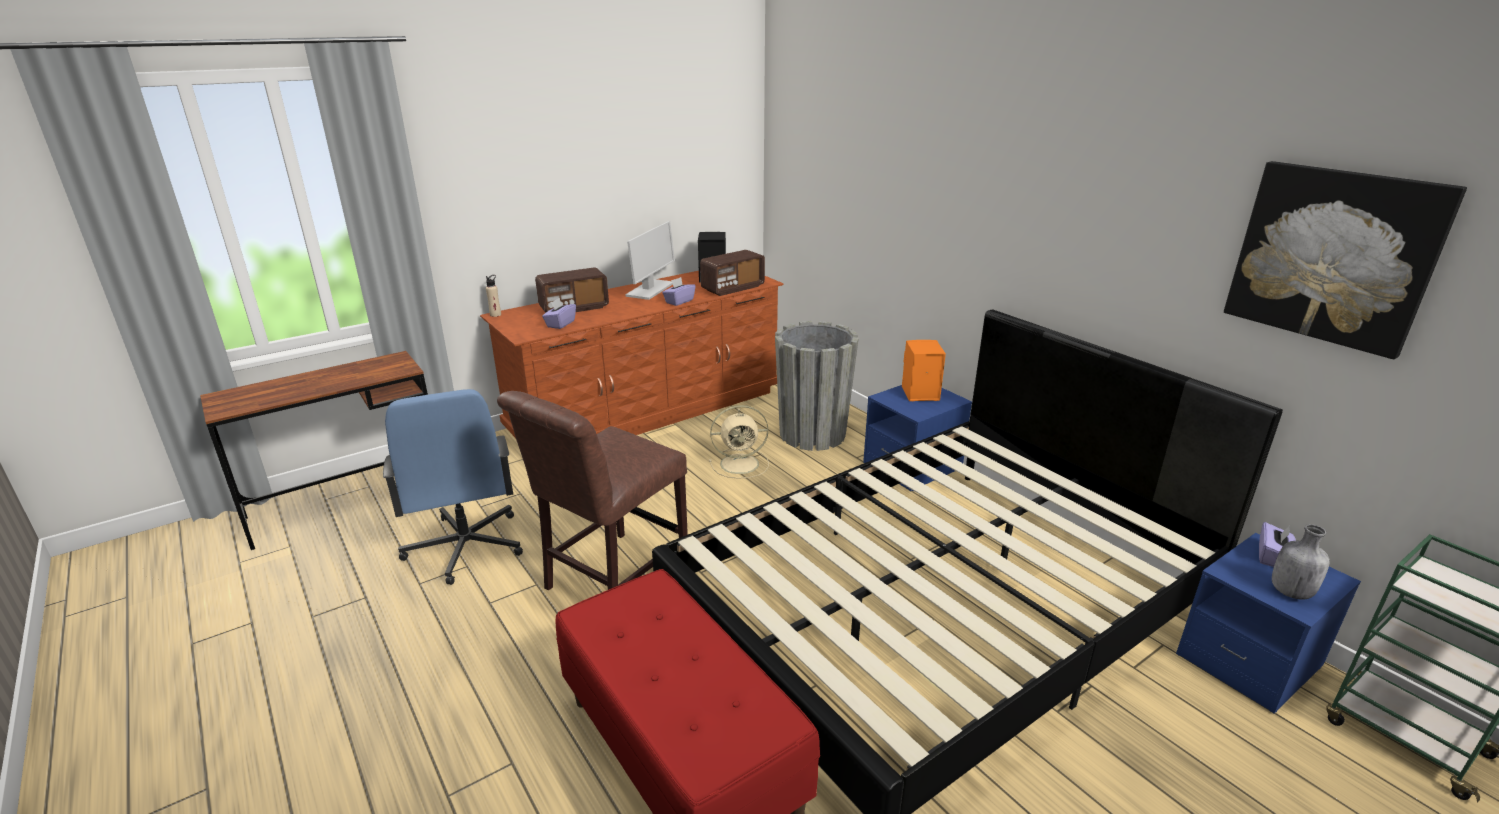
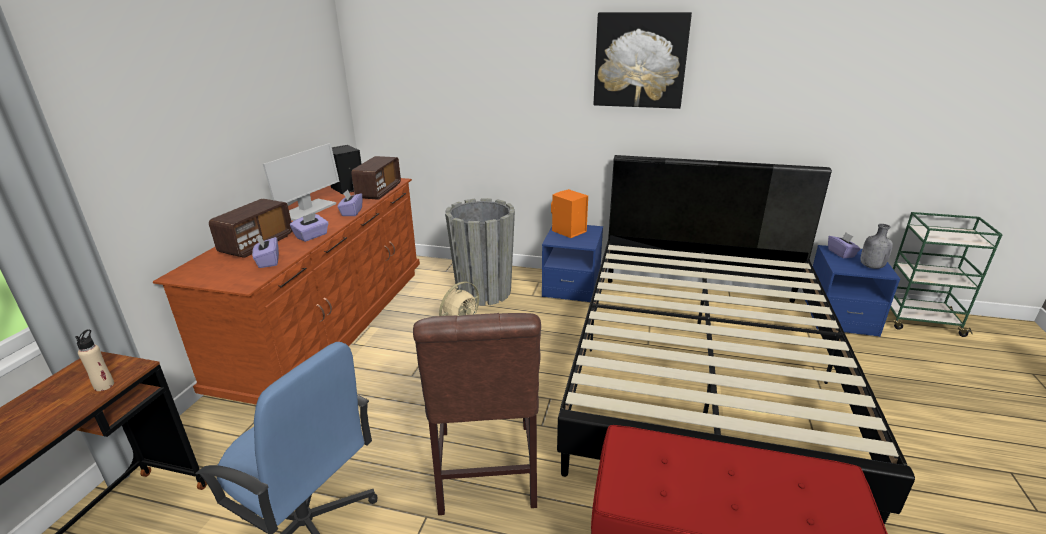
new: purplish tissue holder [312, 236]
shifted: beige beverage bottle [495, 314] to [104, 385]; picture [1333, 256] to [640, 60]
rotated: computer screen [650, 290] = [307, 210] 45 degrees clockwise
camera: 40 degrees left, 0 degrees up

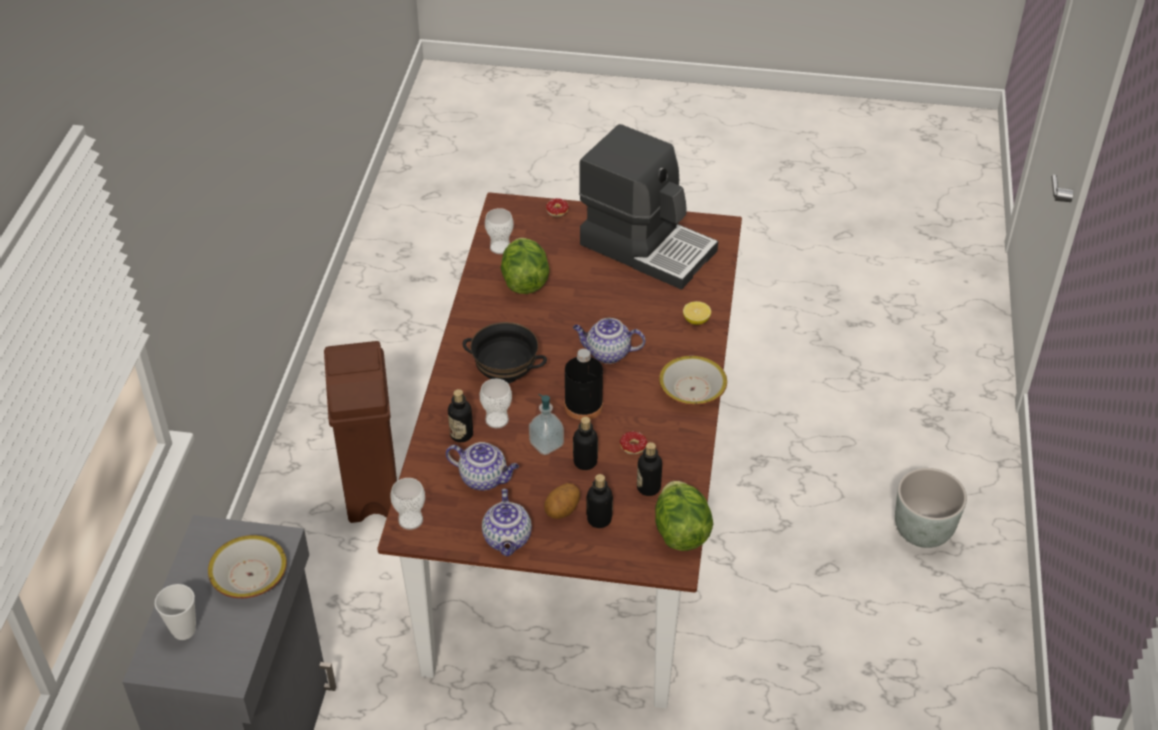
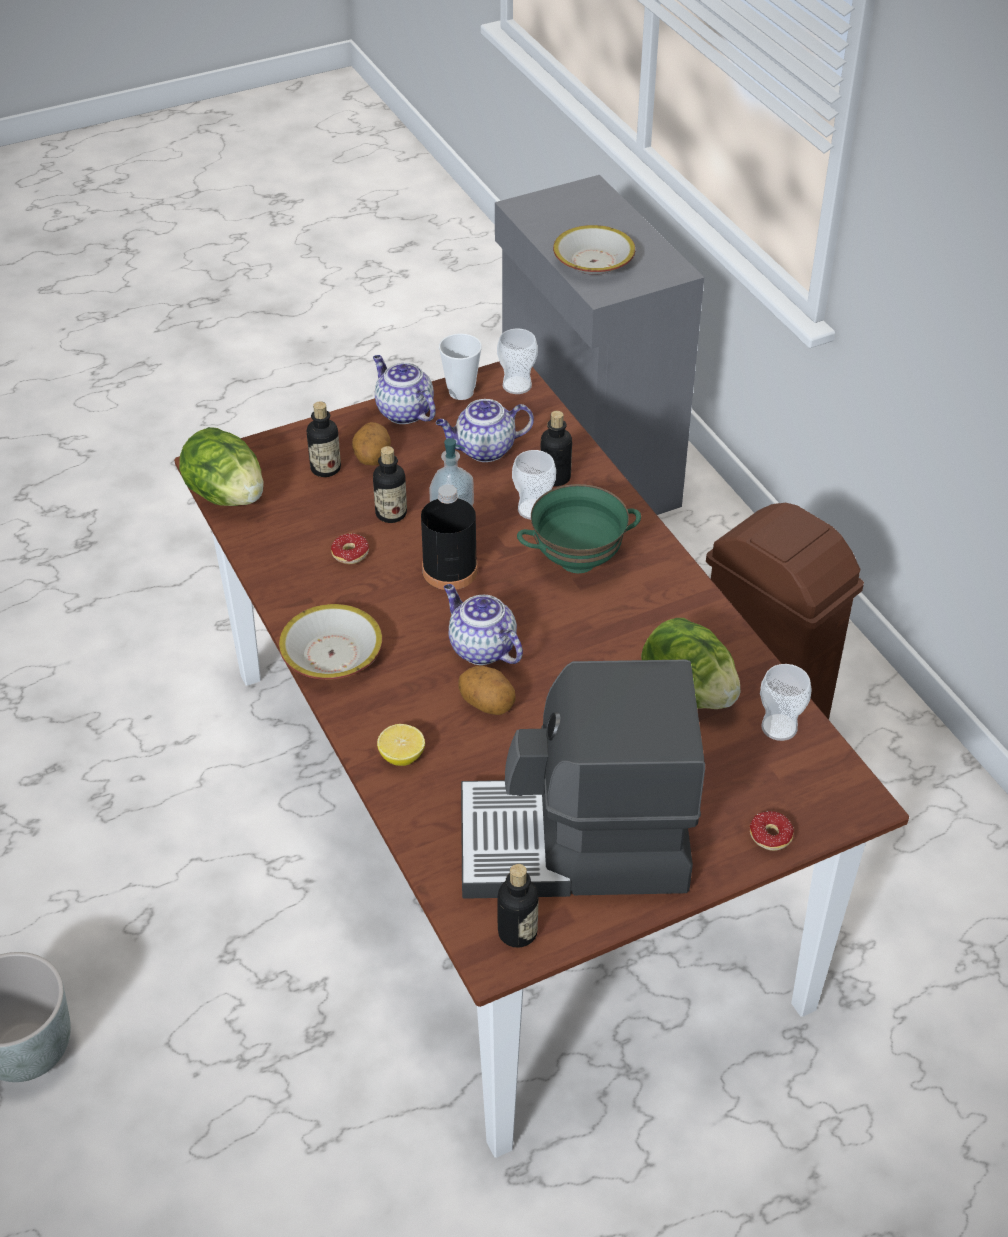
new: spud [487, 704]
shifted: small cup [184, 630] to [461, 392]; beverage bottle [648, 487] to [517, 932]
repainted: black deep dish [506, 374] to green-coloured deep dish [577, 562]
rotated: tea pot [607, 353] = [481, 648] 105 degrees counterclockwise
camera: 145 degrees right, 0 degrees up

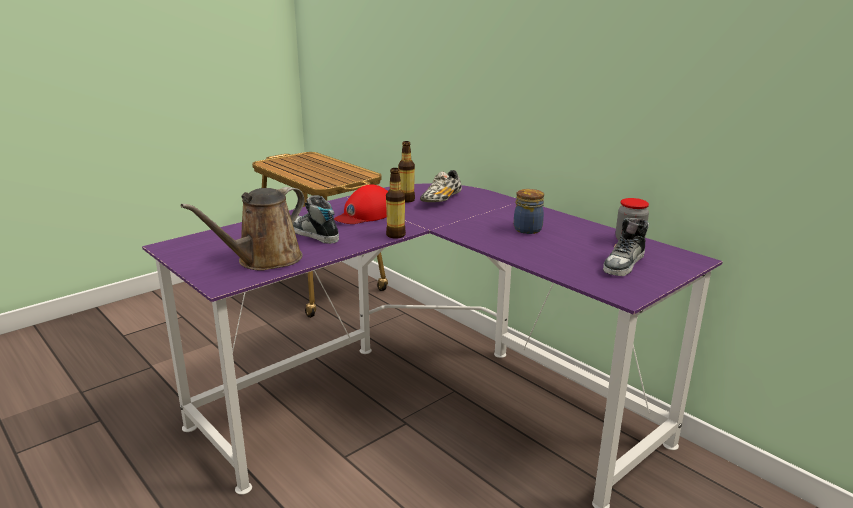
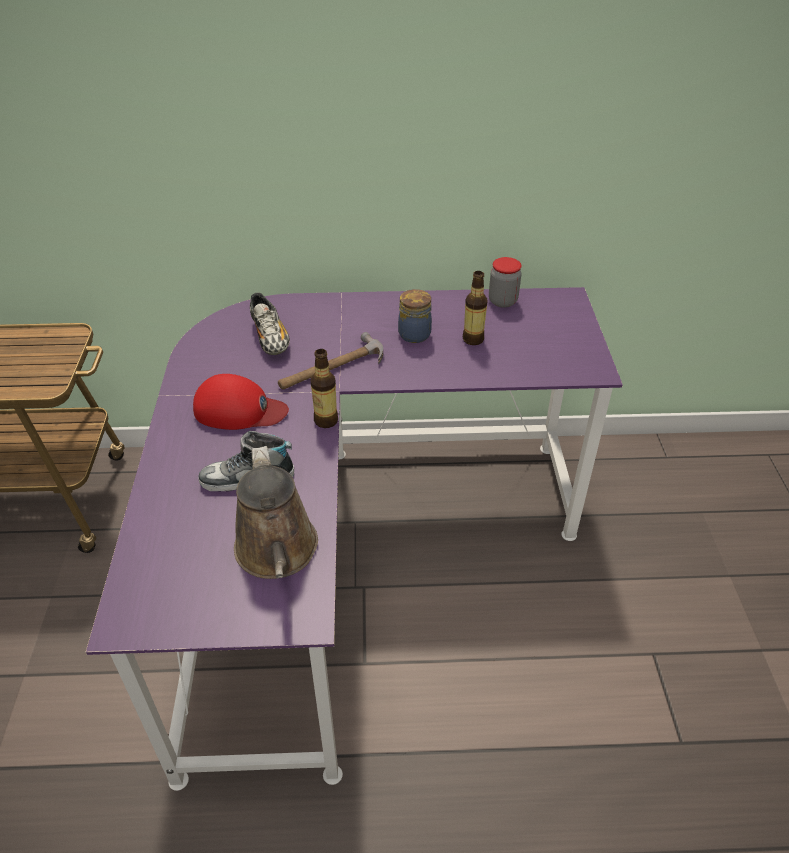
gone: low shoe [624, 264]
new: hand hammer [331, 368]
shifted: beverage bottle [406, 200] to [473, 339]
rotated: reddish cap [365, 214] = [239, 410] 75 degrees counterclockwise
camera: 50 degrees left, 20 degrees up

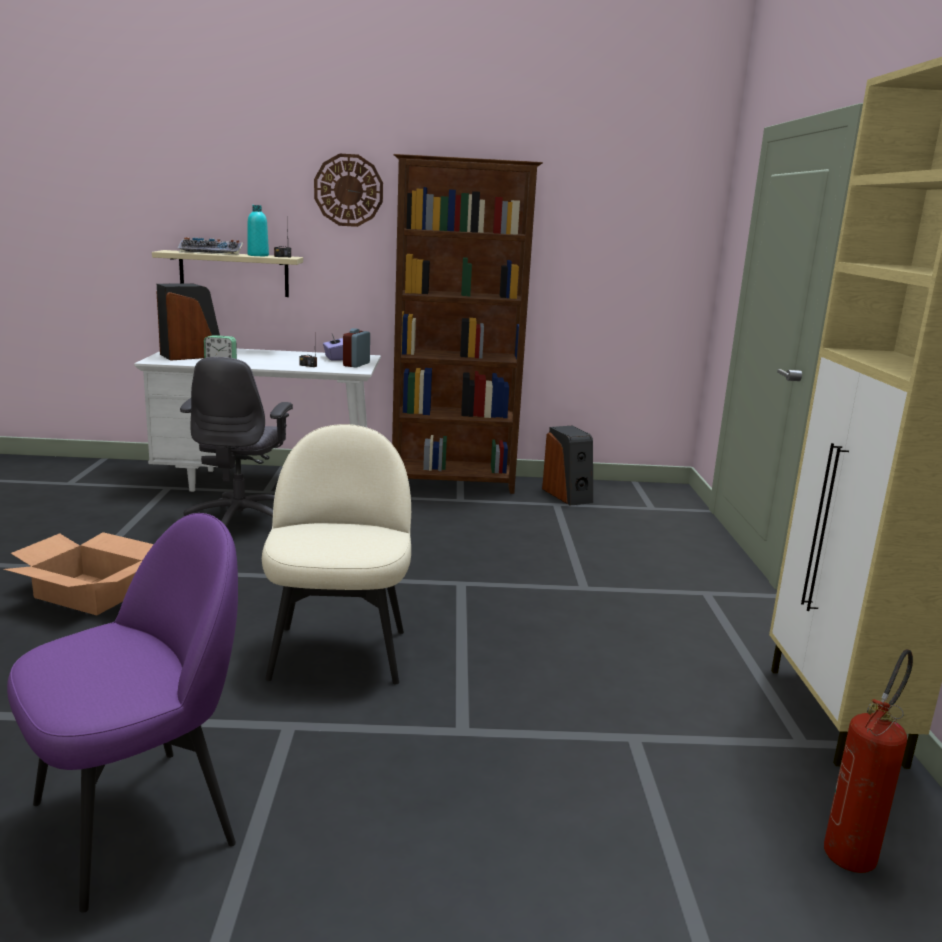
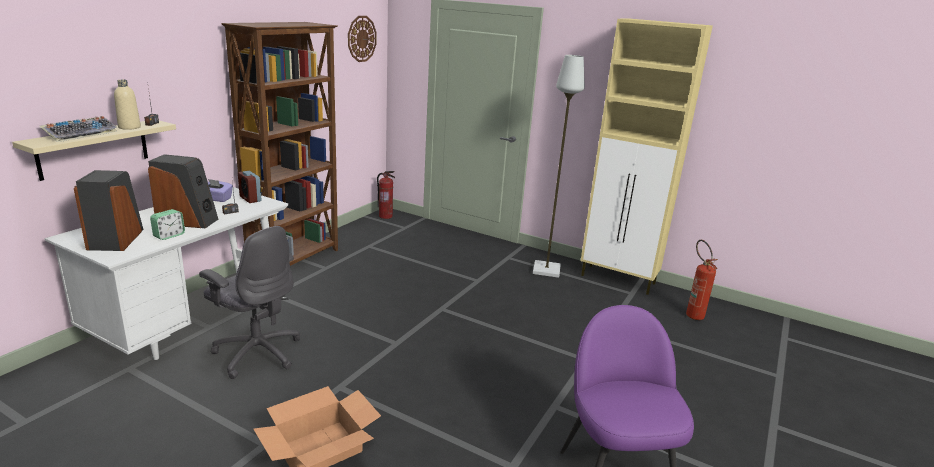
gone: beige upright chair [339, 652]
new: fire-fighting cylinder [385, 216]; grey standard lamp [545, 269]
shifted: clock on the wall [348, 190] to [361, 39]; speaker [568, 495] to [187, 221]
repainted: blue-green beverage bottle [258, 255] to beige beverage bottle [129, 127]
camera: 60 degrees left, 5 degrees up

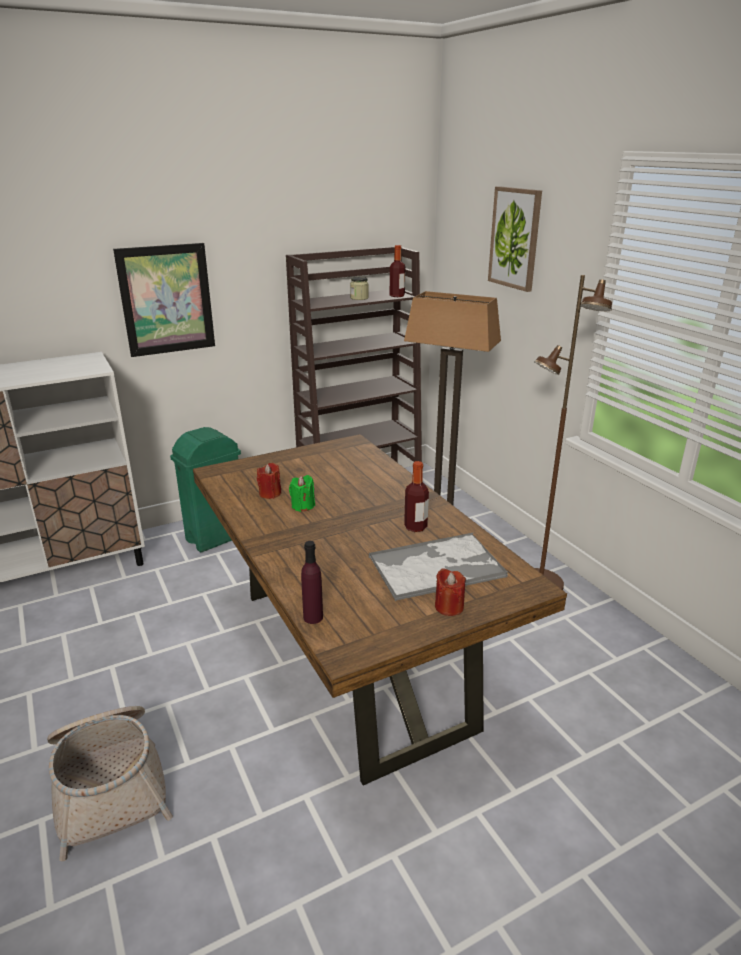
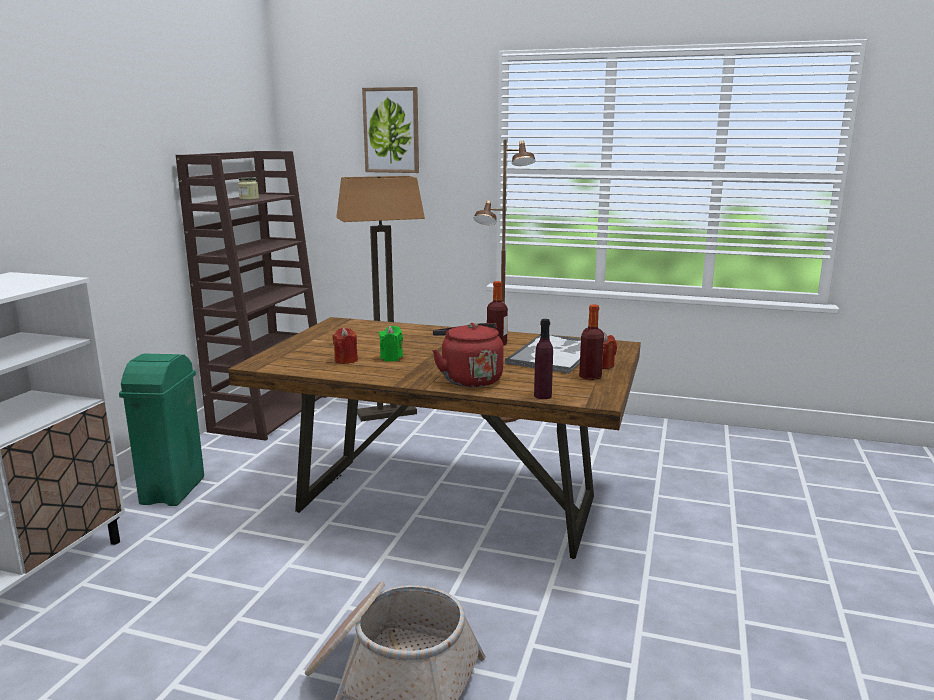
gone: picture [166, 300]
new: reddish kettle [469, 379]
shifted: beverage bottle [397, 296] to [590, 376]
camera: 45 degrees left, 10 degrees down

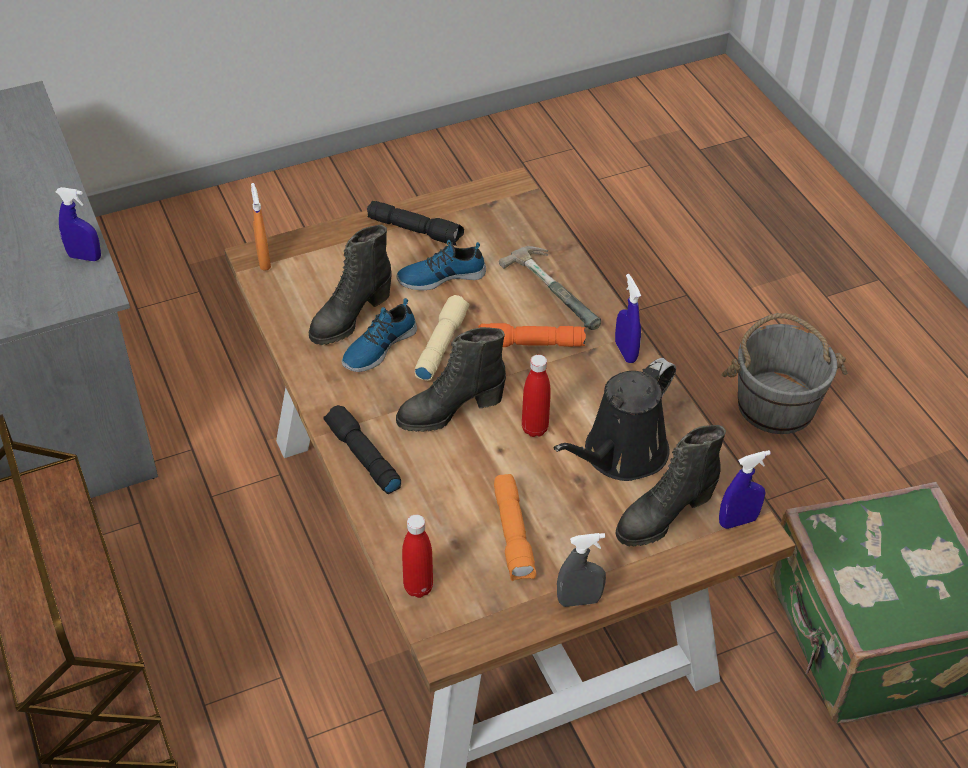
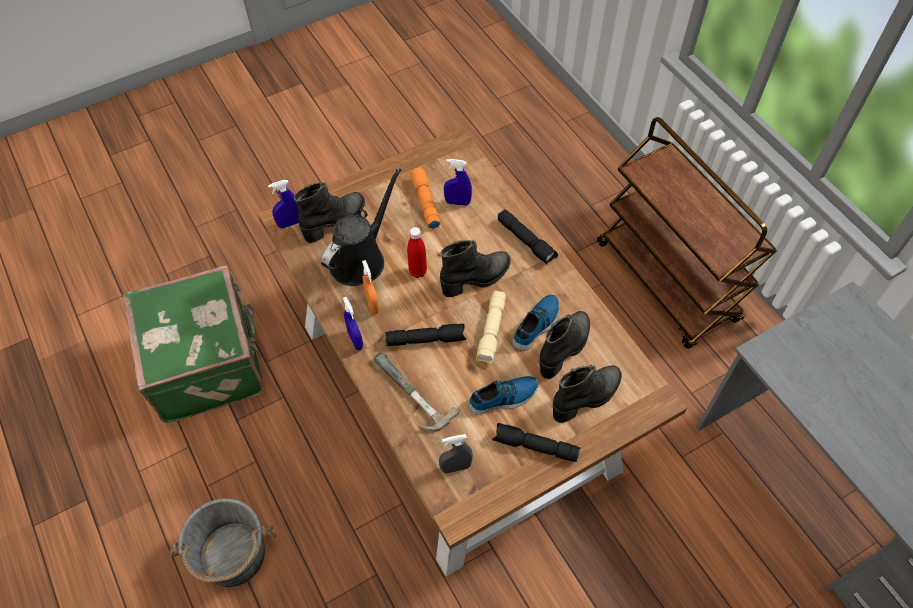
gone: reddish beverage bottle [418, 587]
new: black boot [587, 398]
shifted: bluish spray bottle [85, 257] to [457, 202]; orangey spray bottle [264, 260] to [372, 304]; grey spray bottle [579, 600] to [455, 467]
repainted: orangey flashlight [530, 344] to black flashlight [426, 339]
camera: 175 degrees right, 10 degrees up

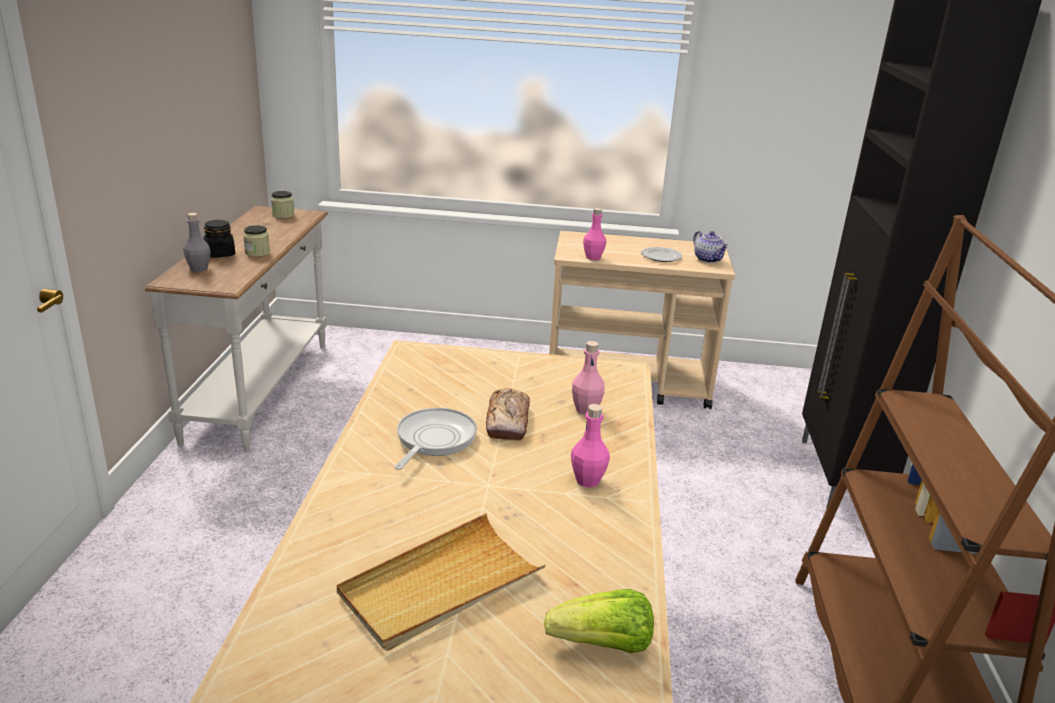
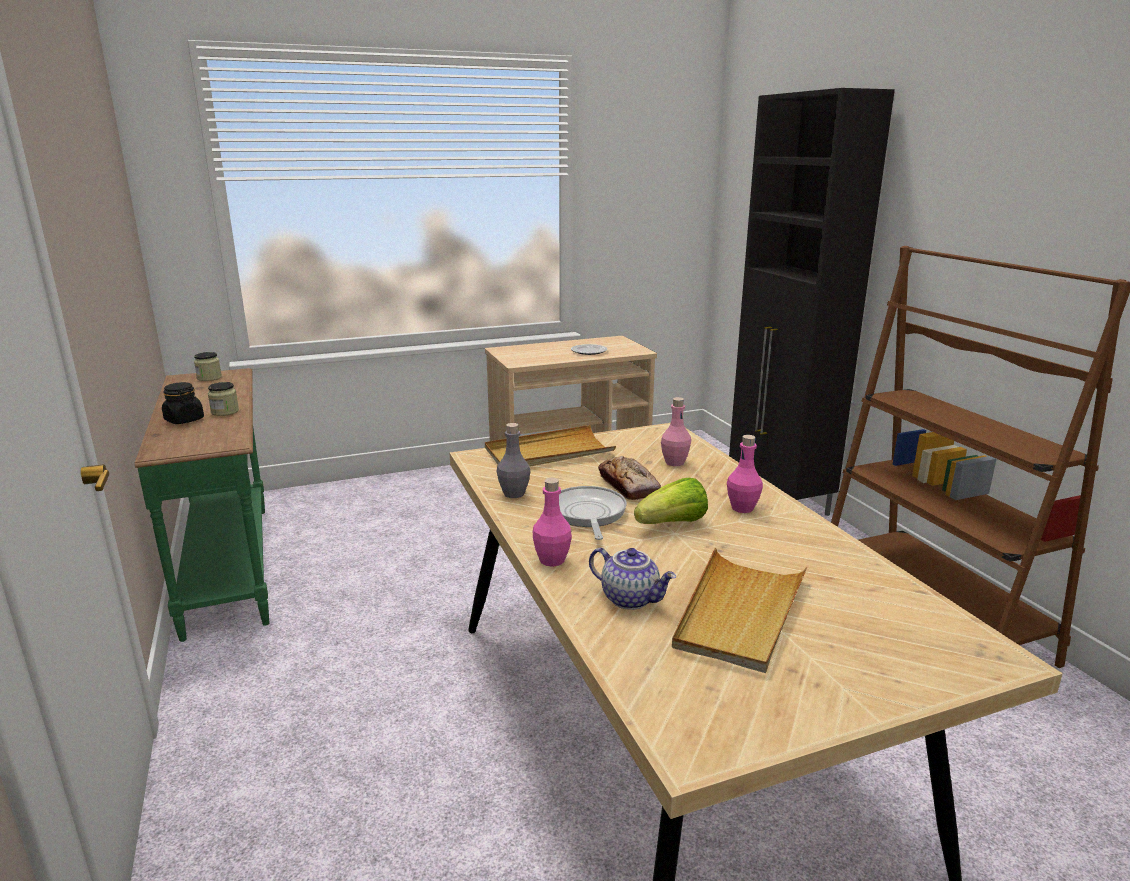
new: beige tray [548, 453]
shifted: grey beverage bottle [199, 269] to [514, 494]; lettuce head [603, 645] to [673, 524]; pink beverage bottle [593, 257] to [552, 560]; tea pot [708, 259] to [631, 598]
repainted: white narrow table [261, 390] to green-coloured narrow table [231, 566]
camera: 25 degrees left, 5 degrees down

